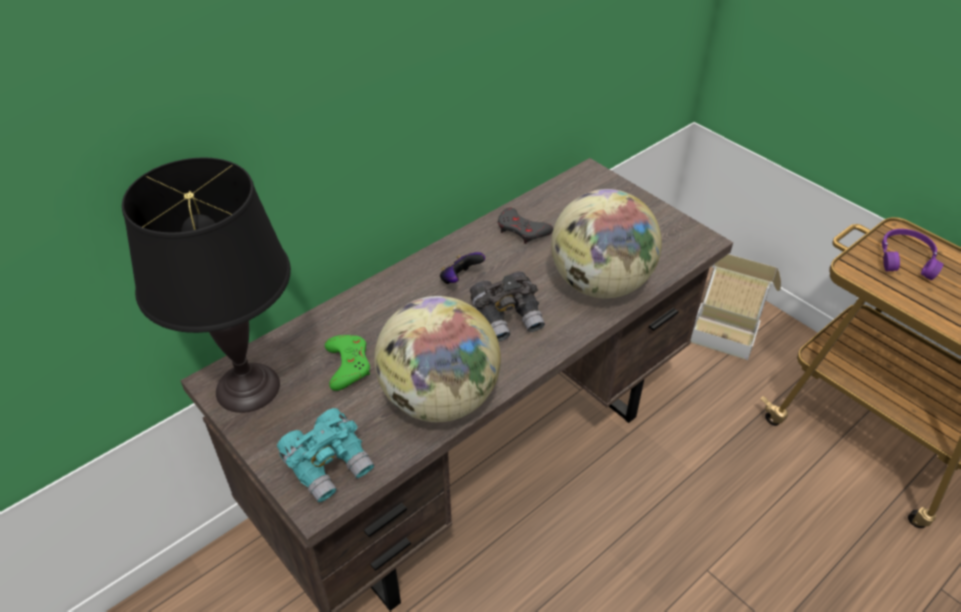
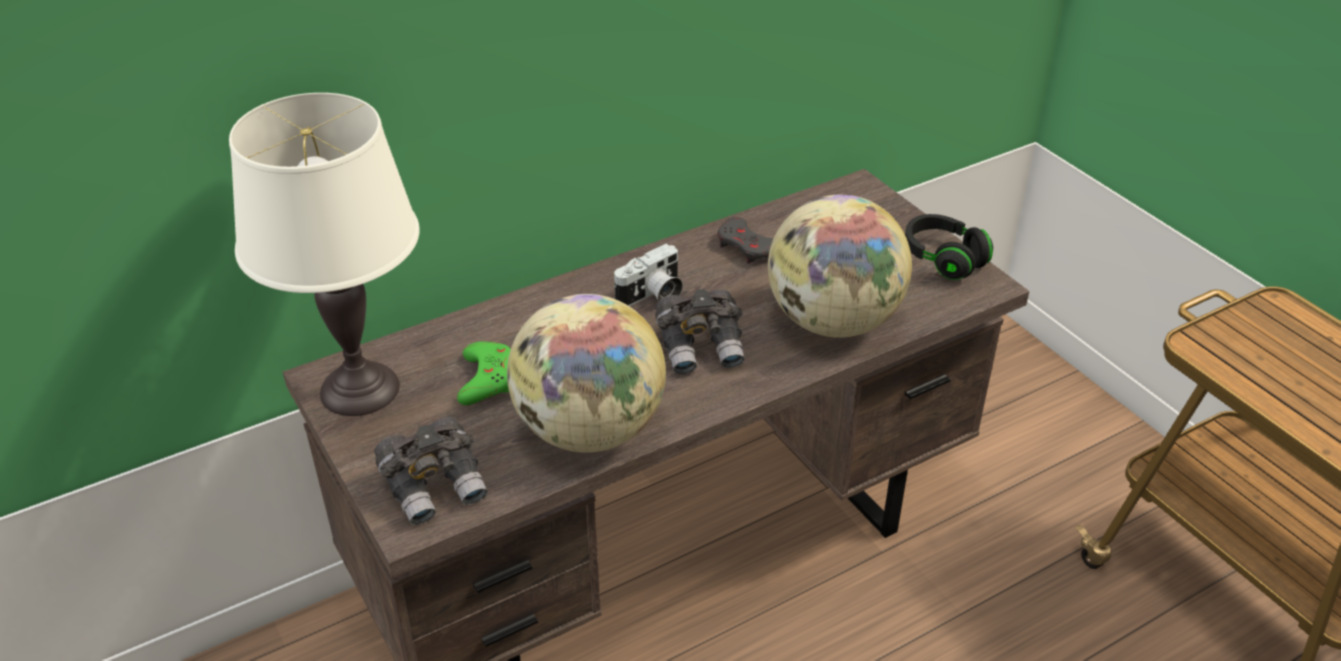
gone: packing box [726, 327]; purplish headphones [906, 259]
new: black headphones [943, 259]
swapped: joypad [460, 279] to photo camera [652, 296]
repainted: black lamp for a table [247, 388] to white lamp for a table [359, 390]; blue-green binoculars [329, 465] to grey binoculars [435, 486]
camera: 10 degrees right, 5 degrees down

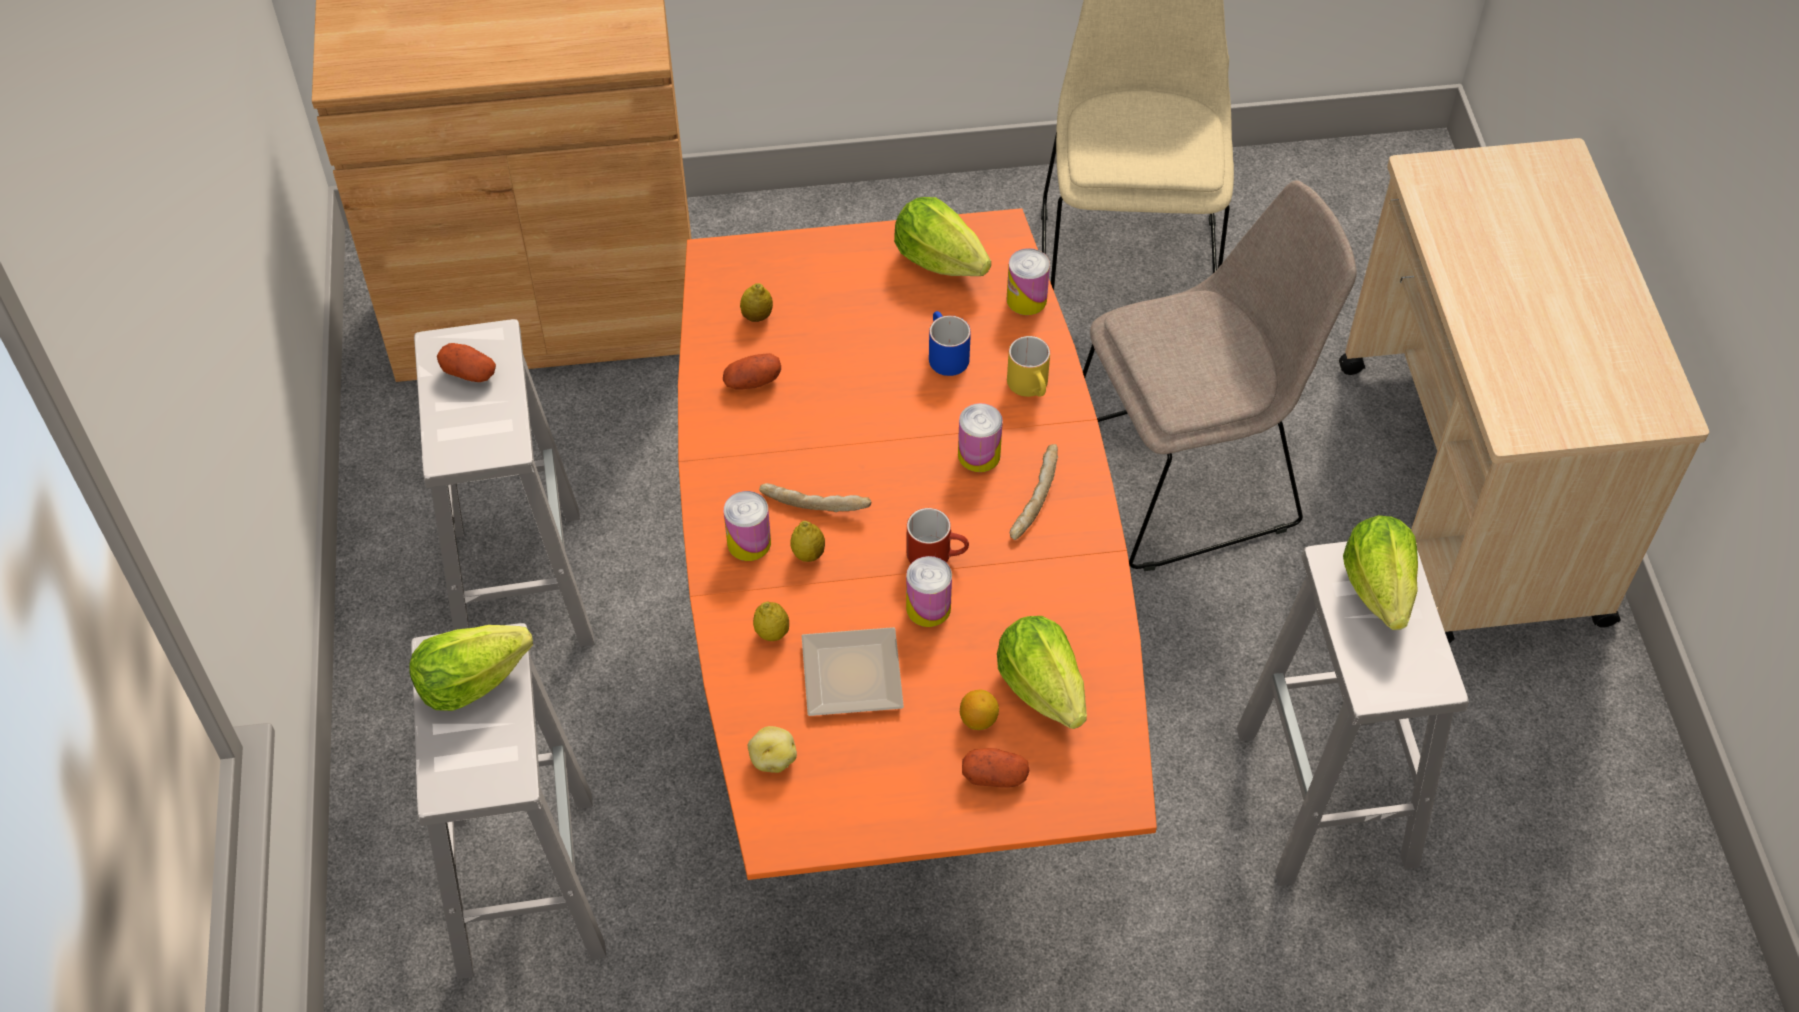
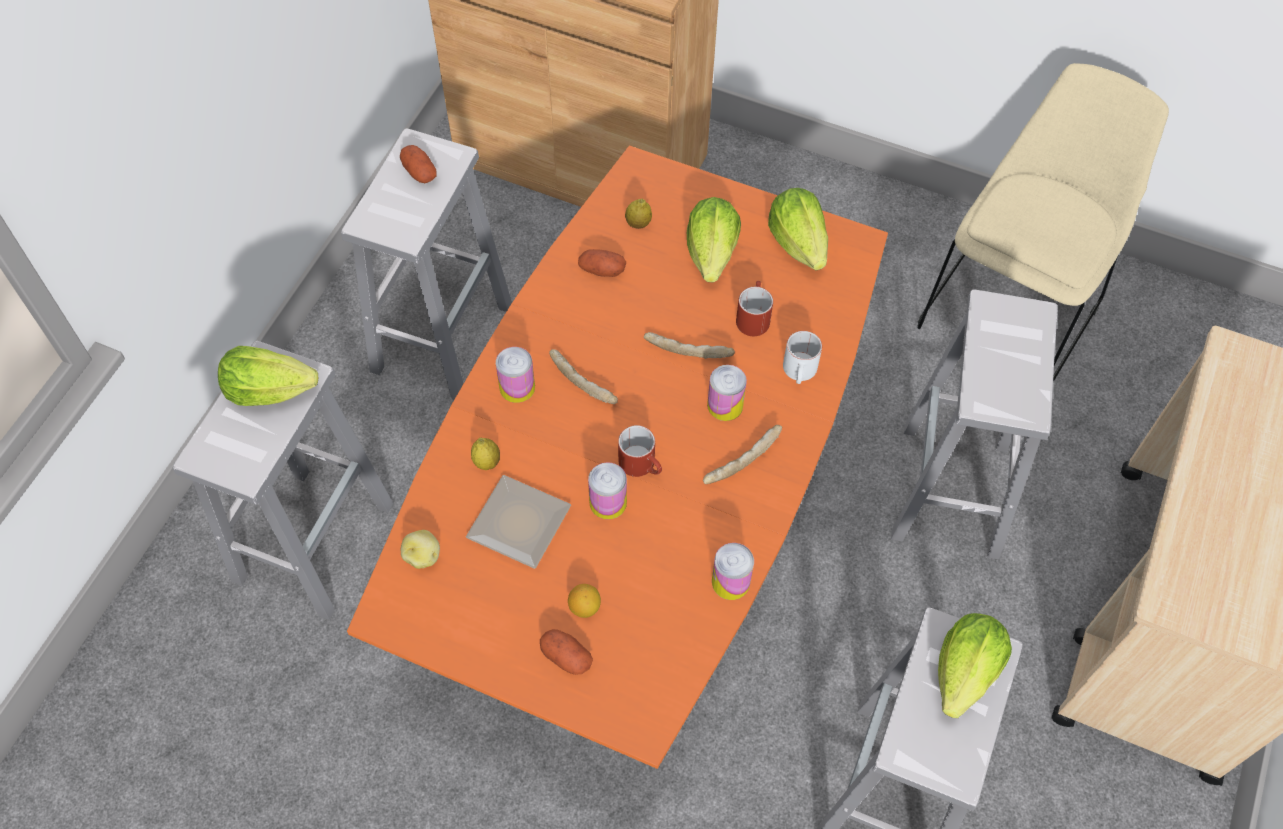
gone: whole lemon [808, 554]
new: baked bread [688, 349]
shifted: lettuce head [1042, 687] to [712, 253]; can [1026, 299] to [730, 582]
swapped: beige upright chair [1189, 475] to white stool seat [950, 493]
repainted: bluish coffee mug [944, 354] to reddish coffee mug [752, 316]; yellow coffee mug [1032, 387] to white coffee mug [800, 373]
camera: 30 degrees right, 5 degrees up

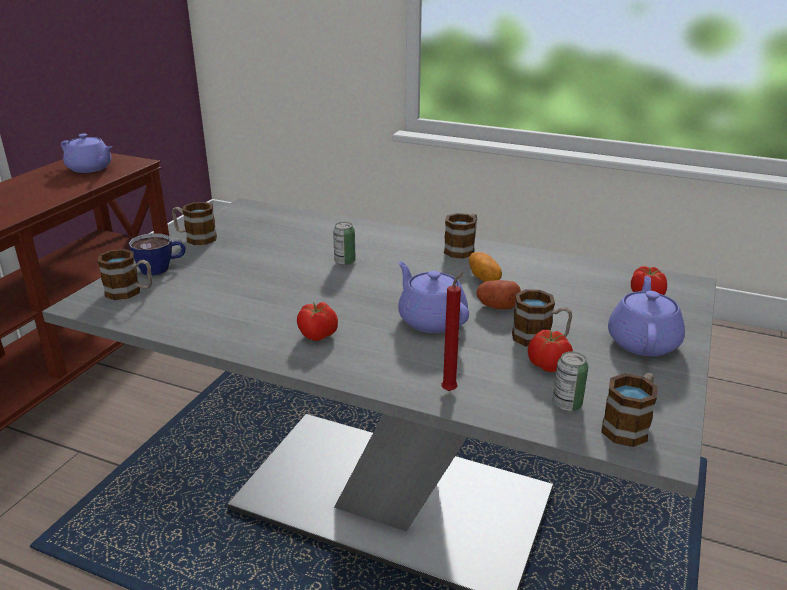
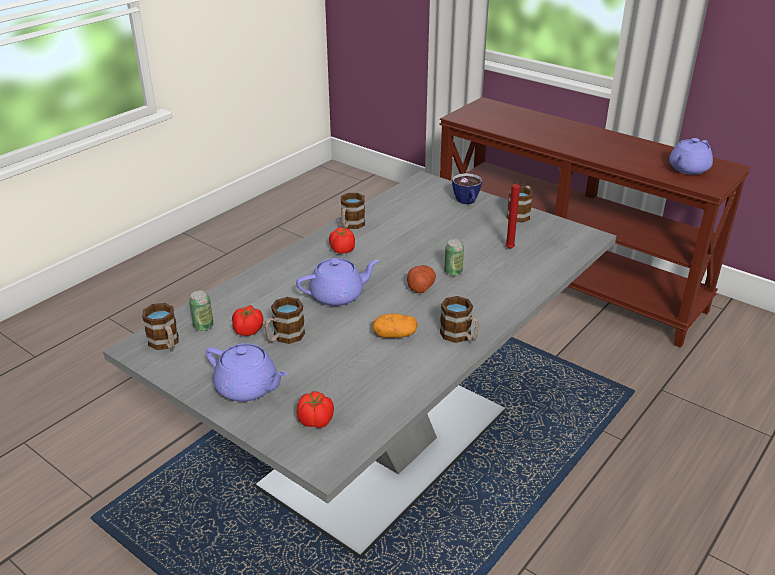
shifted: coffee mug [130, 292] to [350, 225]; reddish candle [451, 390] to [510, 249]; spud [497, 306] to [420, 286]
camera: 105 degrees right, 5 degrees up

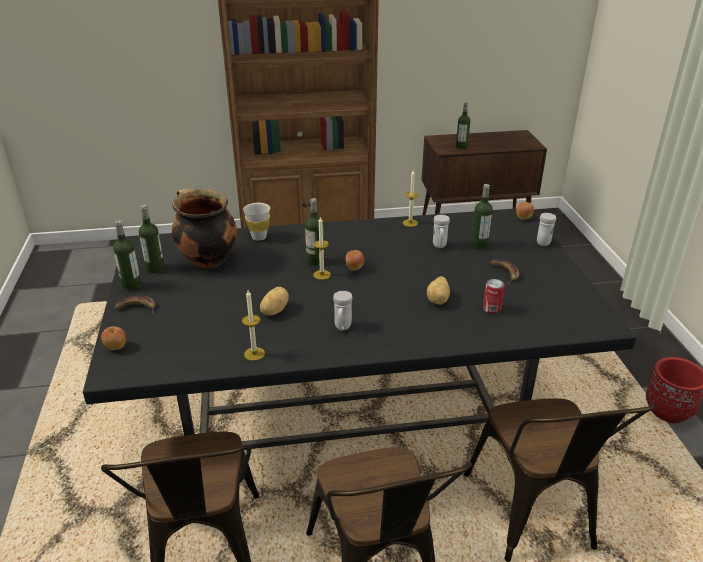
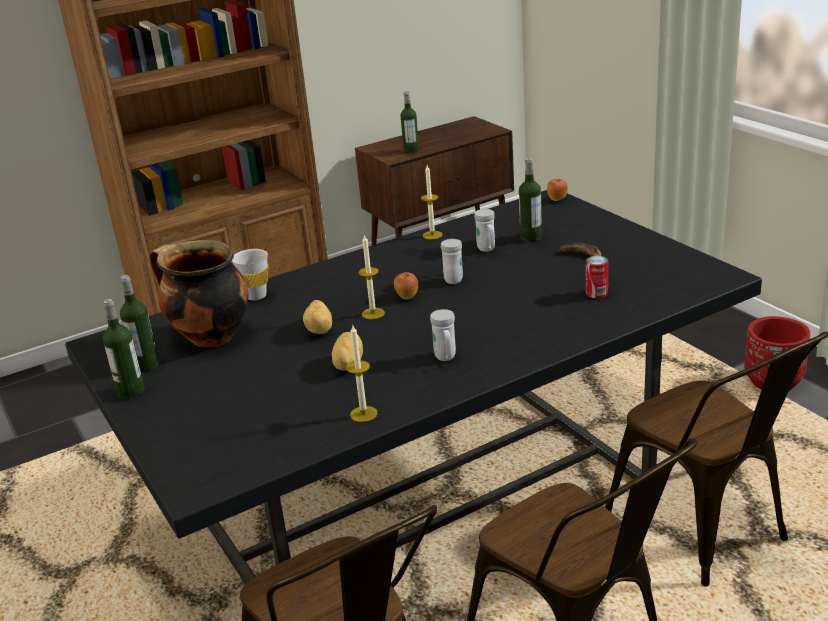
gone: apple [116, 347]; whole banana [136, 308]; beverage bottle [315, 261]
shifted: spud [438, 300] to [320, 329]; white coffee mug [544, 242] to [454, 278]
camera: 20 degrees left, 5 degrees down

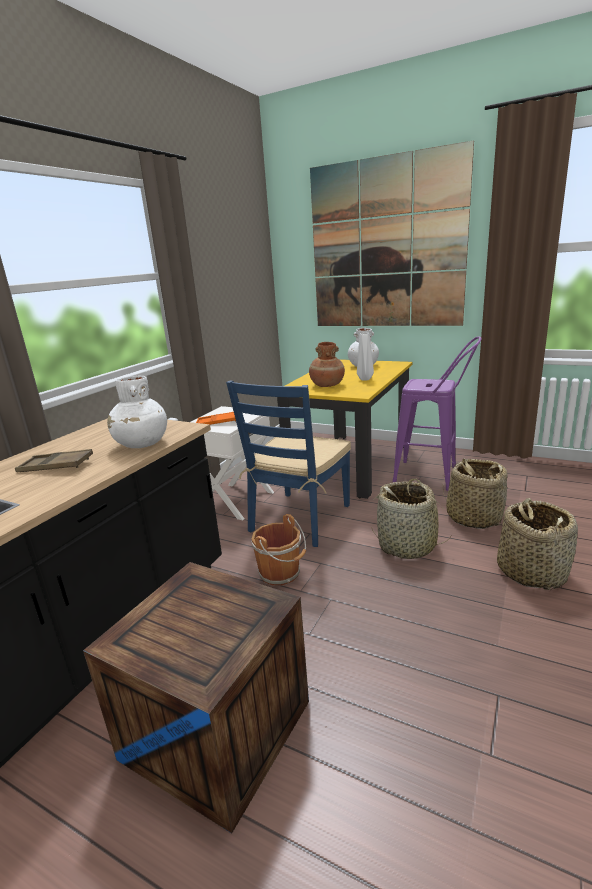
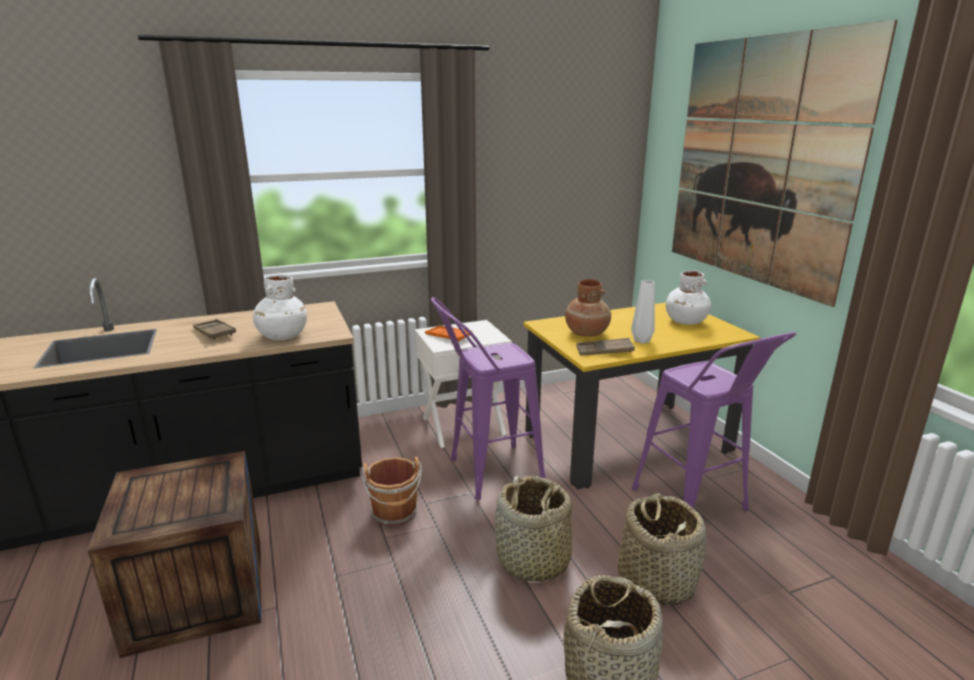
new: brown-coloured tray [604, 351]
swapped: bluish upright chair [300, 518] to purplish stool seat [486, 473]
camera: 40 degrees right, 0 degrees up

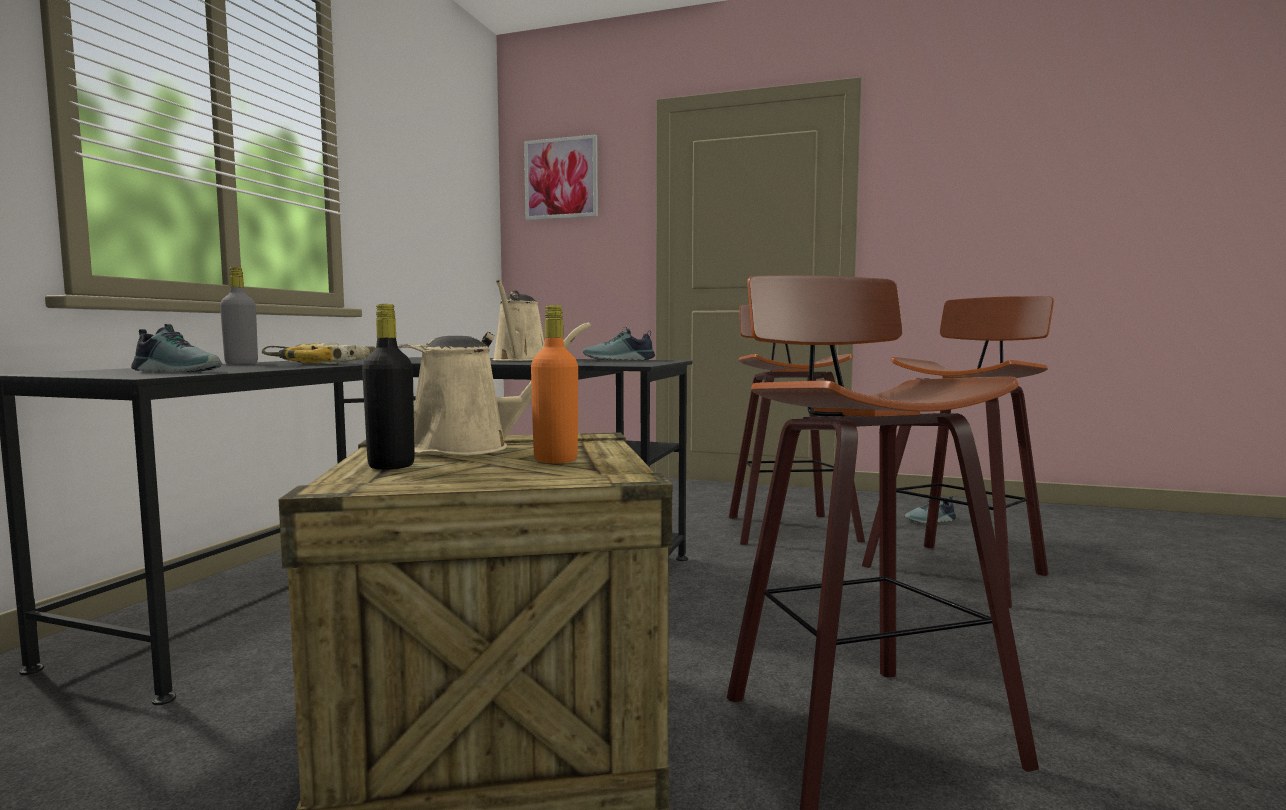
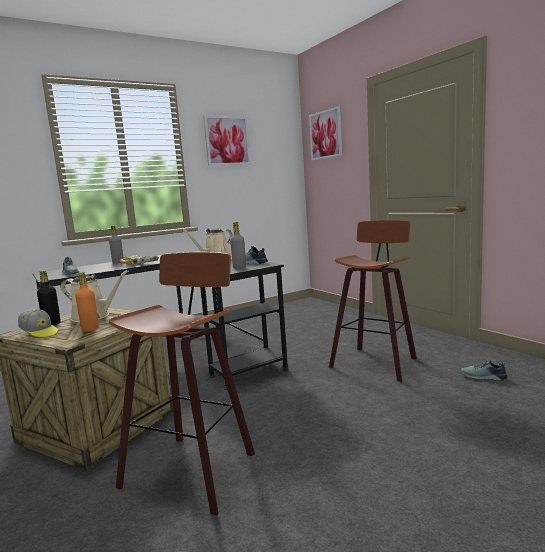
gone: stool seat [959, 570]
new: cap [39, 333]; picture [227, 141]; grey beverage bottle [239, 267]
camera: 40 degrees right, 5 degrees up

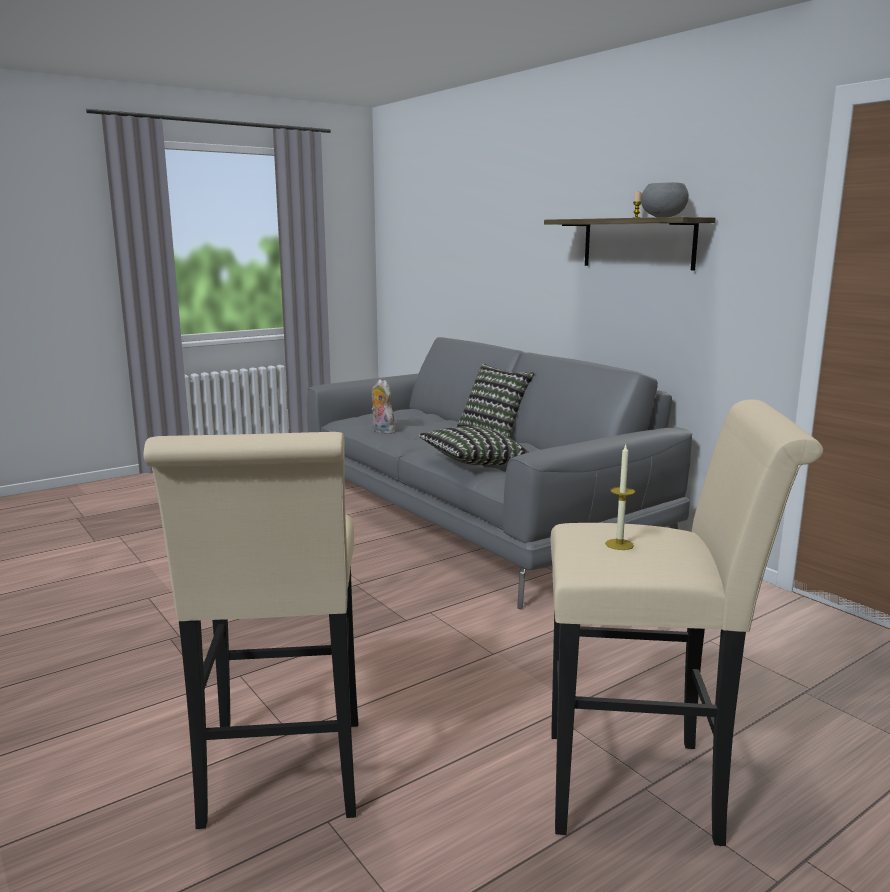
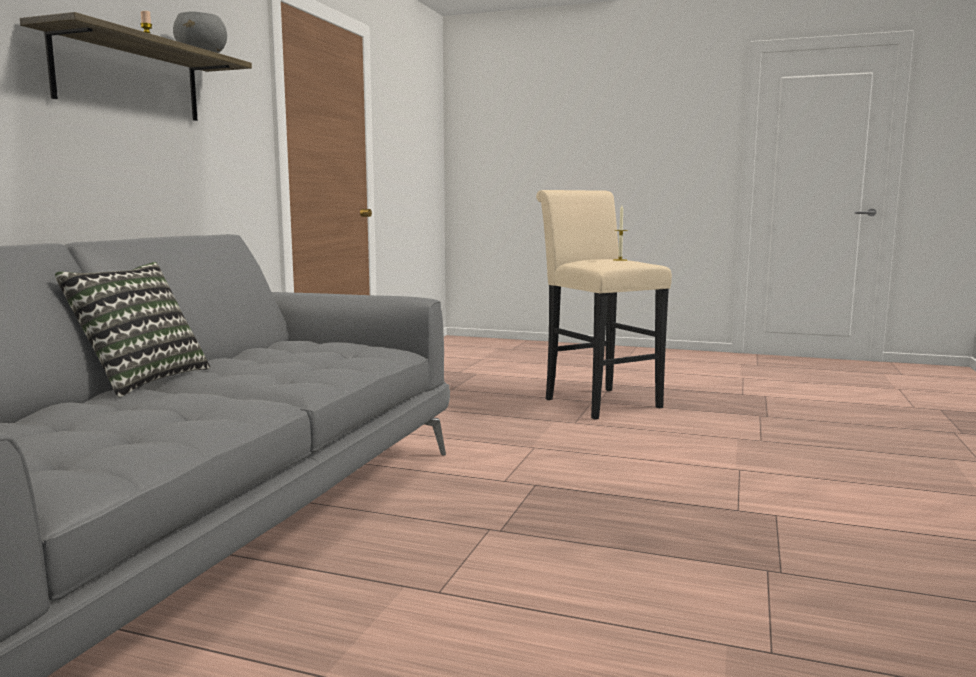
gone: beige stool seat [282, 781]; soft toy [381, 431]; cushion [473, 463]
camera: 125 degrees left, 5 degrees down

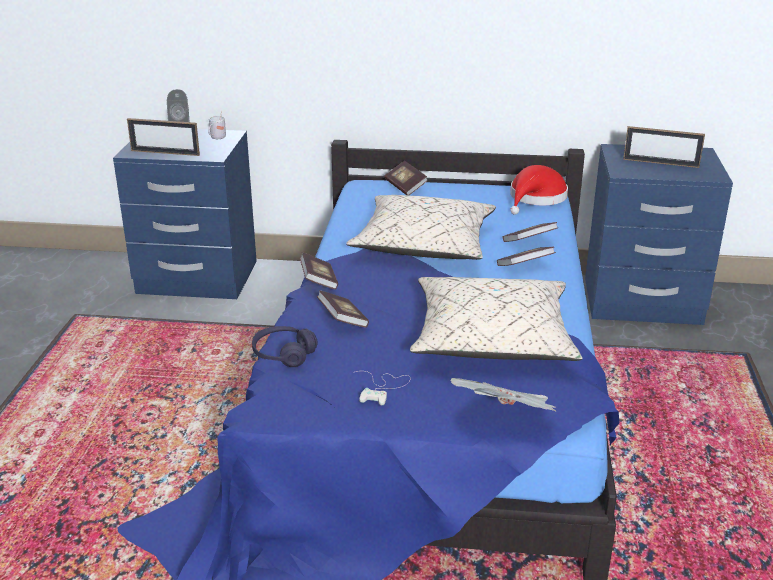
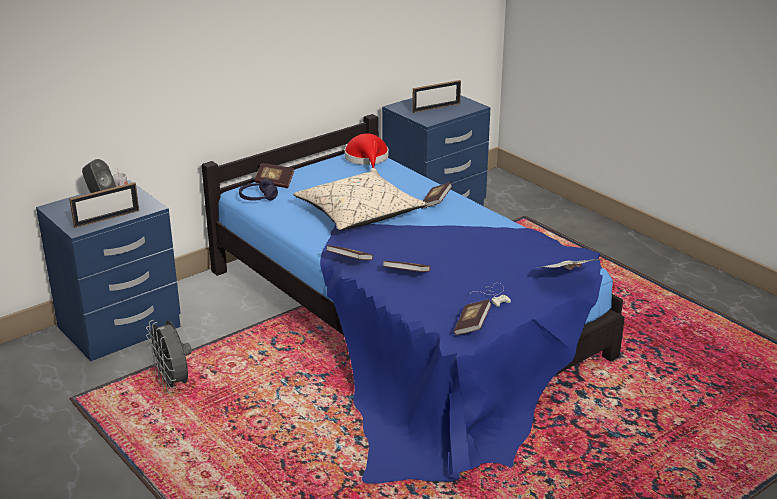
gone: beige cushion [491, 338]
new: grey electric fan [173, 384]
shifted: purplish headphones [283, 354] to [258, 198]; volume [529, 242] to [472, 326]
camera: 45 degrees left, 0 degrees up

